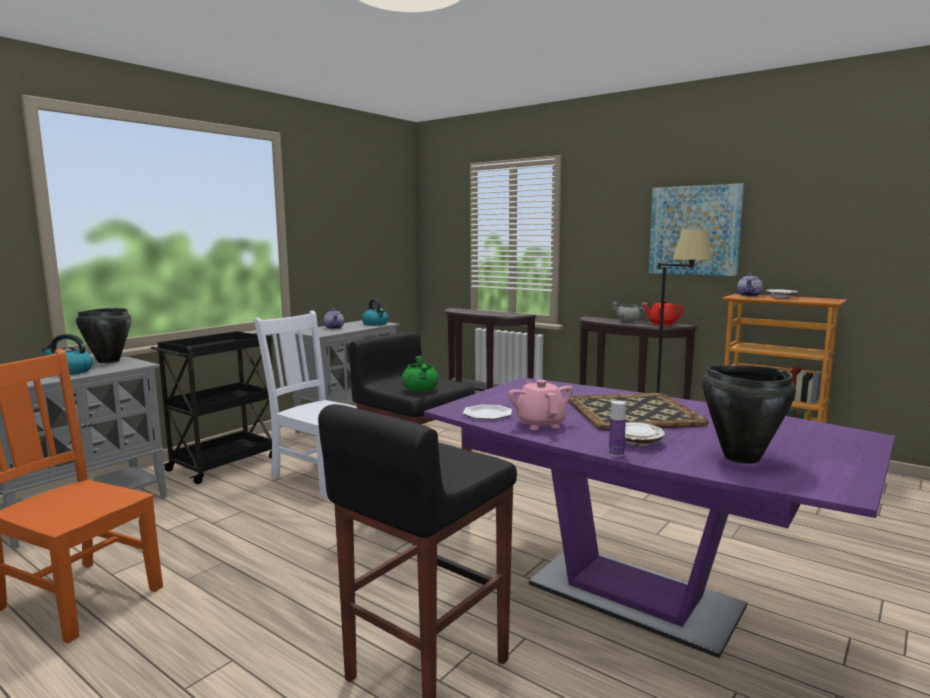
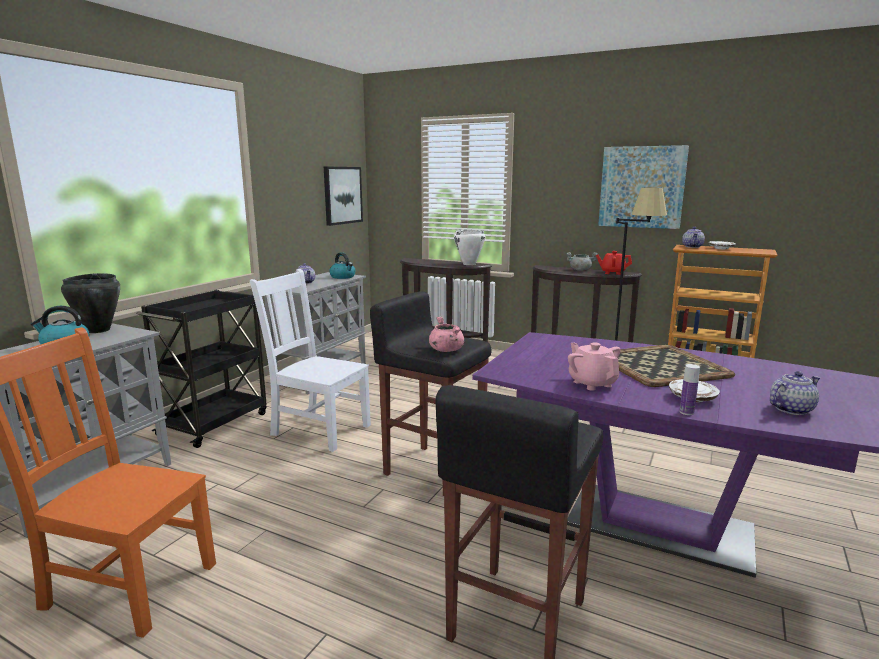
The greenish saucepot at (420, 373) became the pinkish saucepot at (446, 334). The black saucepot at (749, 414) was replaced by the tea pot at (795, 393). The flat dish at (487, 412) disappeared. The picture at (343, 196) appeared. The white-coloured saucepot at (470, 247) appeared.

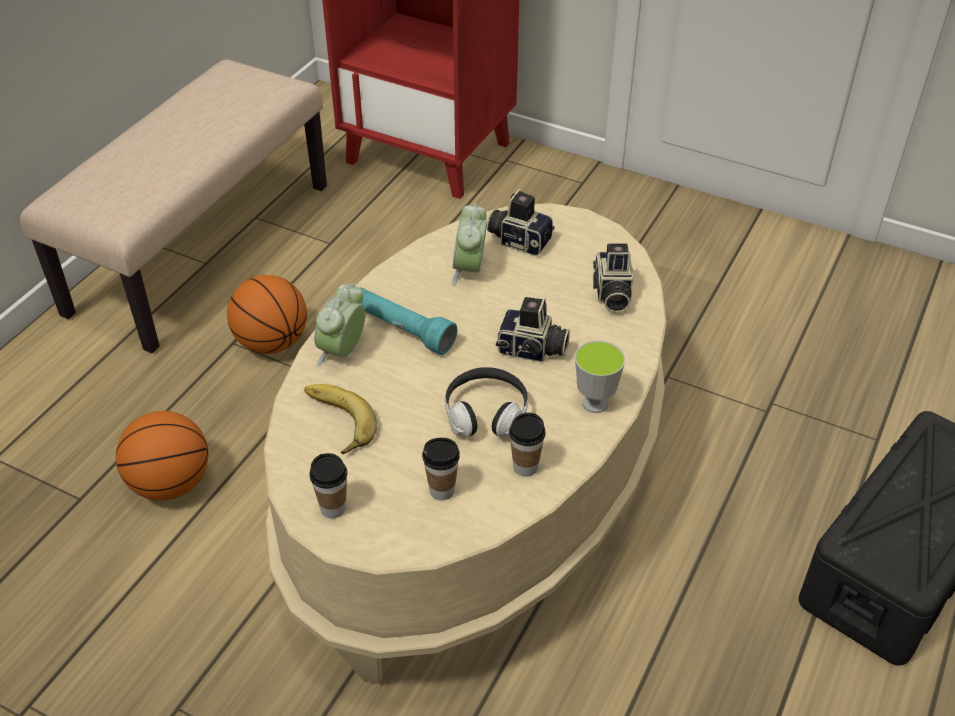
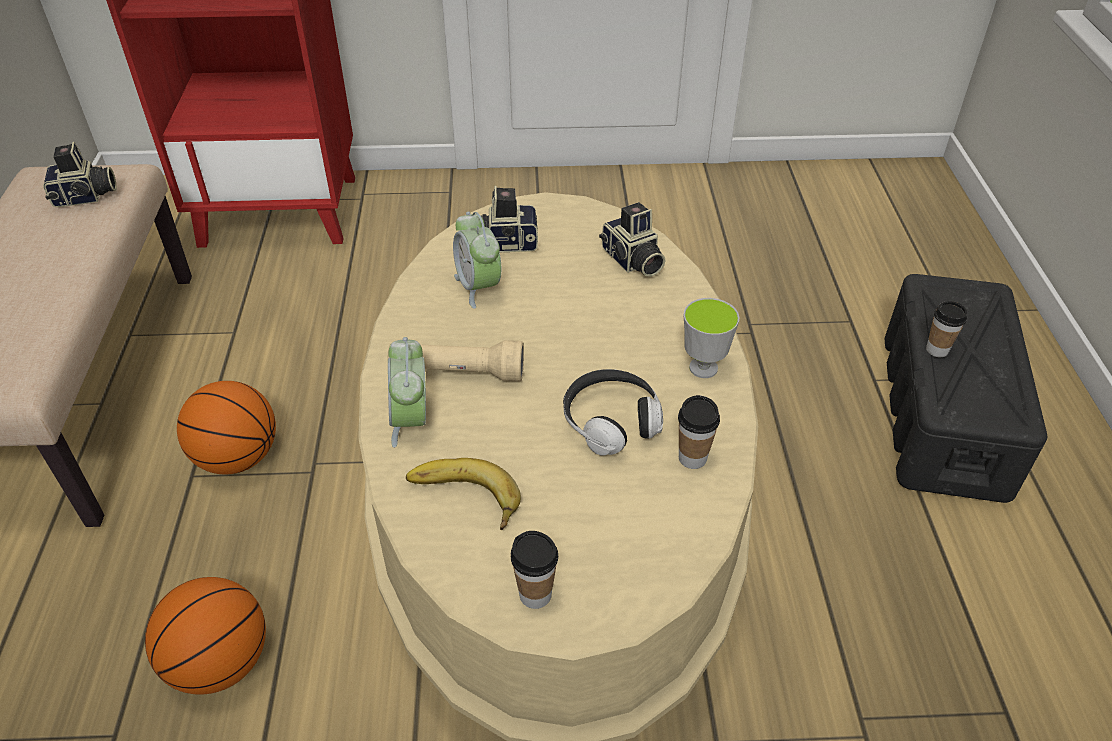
The turquoise torch at (409, 321) became the beige-coloured torch at (456, 360). The photo camera moved from (533, 329) to (80, 174). The small cup moved from (441, 469) to (946, 329).

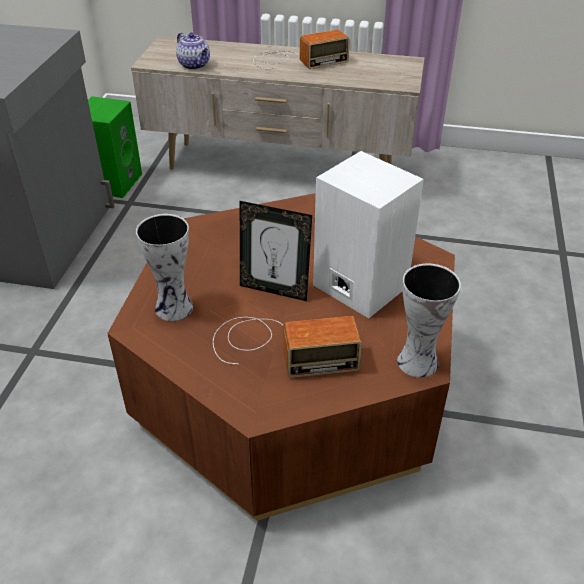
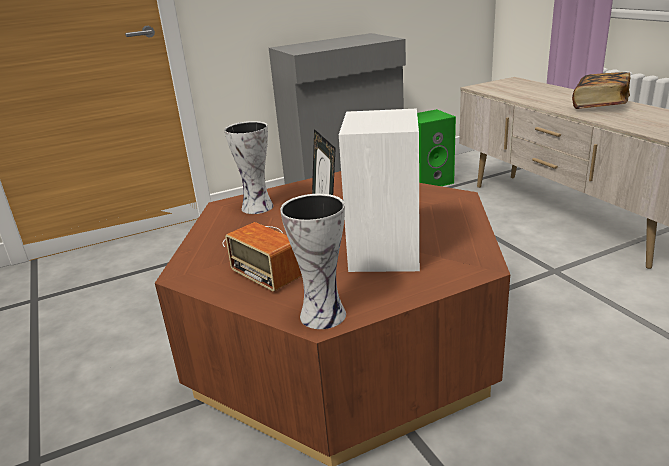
The radio receiver at (301, 49) was replaced by the book at (601, 90). The tea pot at (193, 51) disappeared.

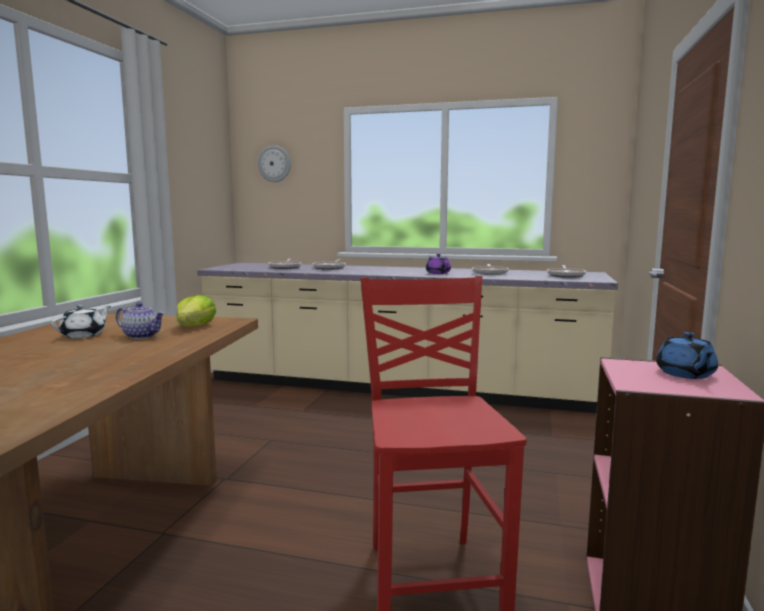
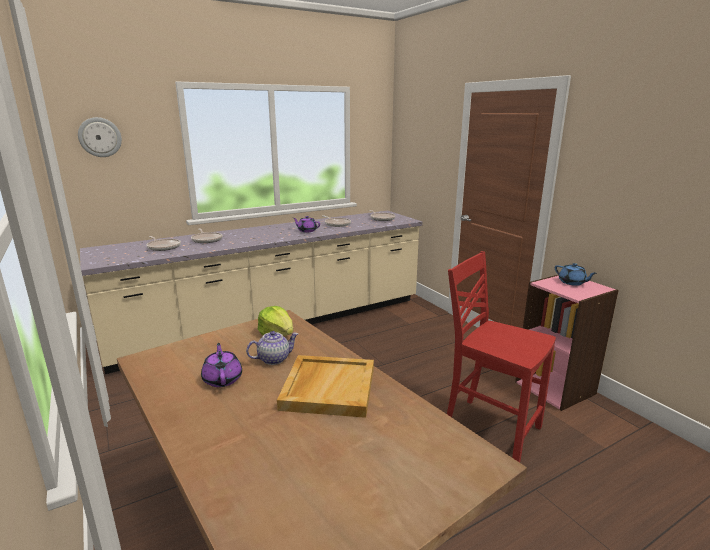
The white-coloured tea pot at (81, 321) became the purplish tea pot at (221, 365). The beige-coloured tray at (325, 386) appeared.

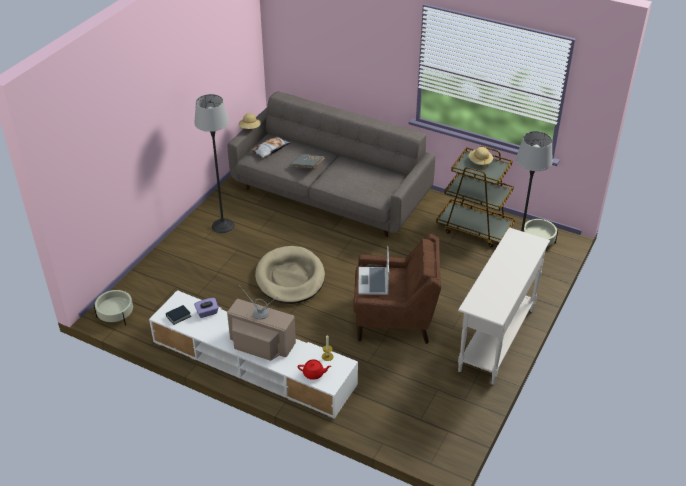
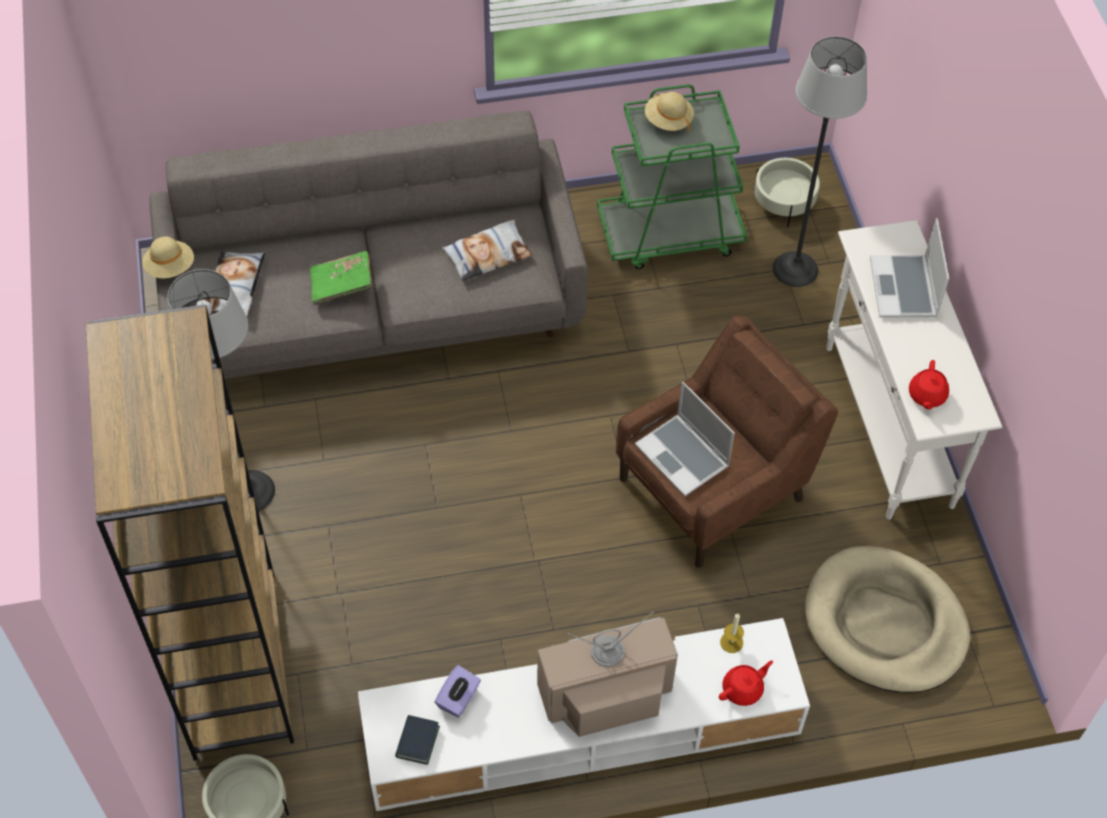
The brown-coloured wheeled cart at (475, 197) became the greenish wheeled cart at (672, 176). The gray book at (307, 161) became the greenish book at (341, 278). The beige-coloured dog bed moved from (290, 275) to (887, 619). The laptop at (909, 268) appeared. The throw pillow at (487, 250) appeared. The brown-coloured bookcase at (190, 532) appeared. The red-coloured tea pot at (929, 385) appeared.

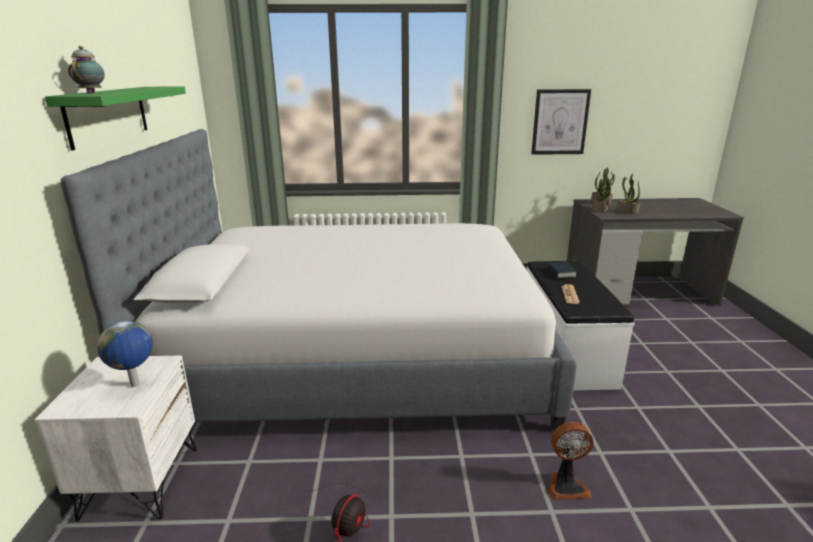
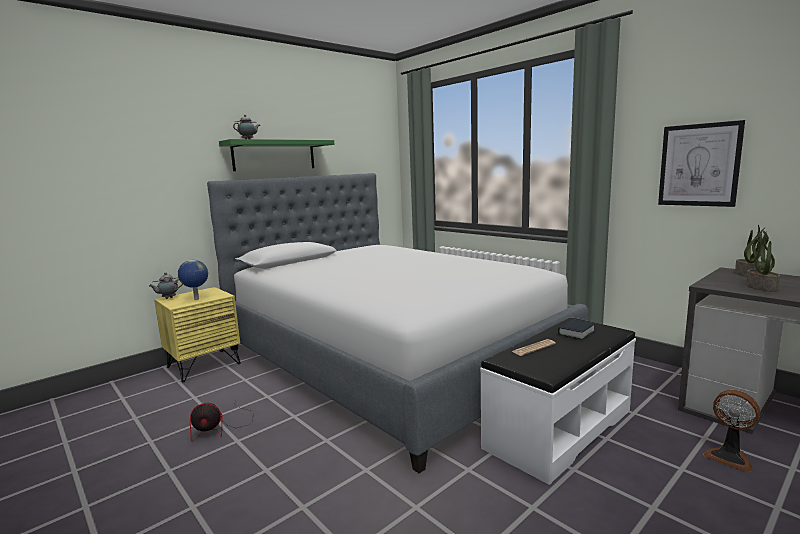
The plant in a pot at (604, 193) disappeared. The white-coloured nightstand at (116, 438) became the yellow-coloured nightstand at (197, 334). The fan moved from (570, 461) to (731, 431). The tea pot at (166, 286) appeared.

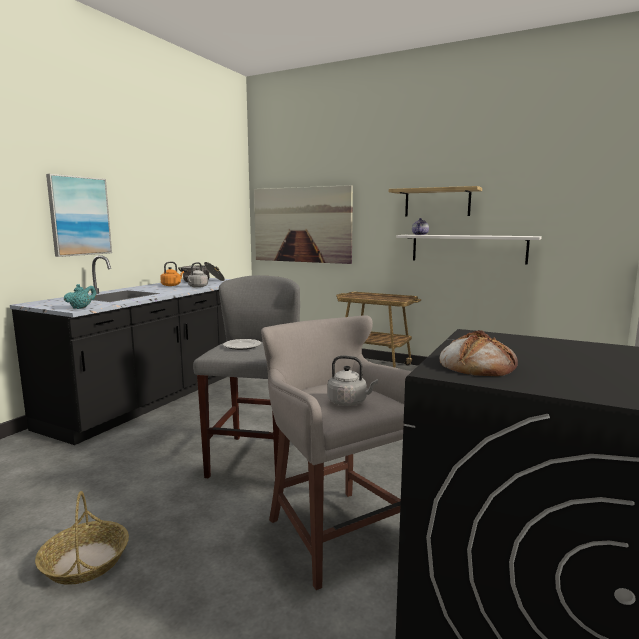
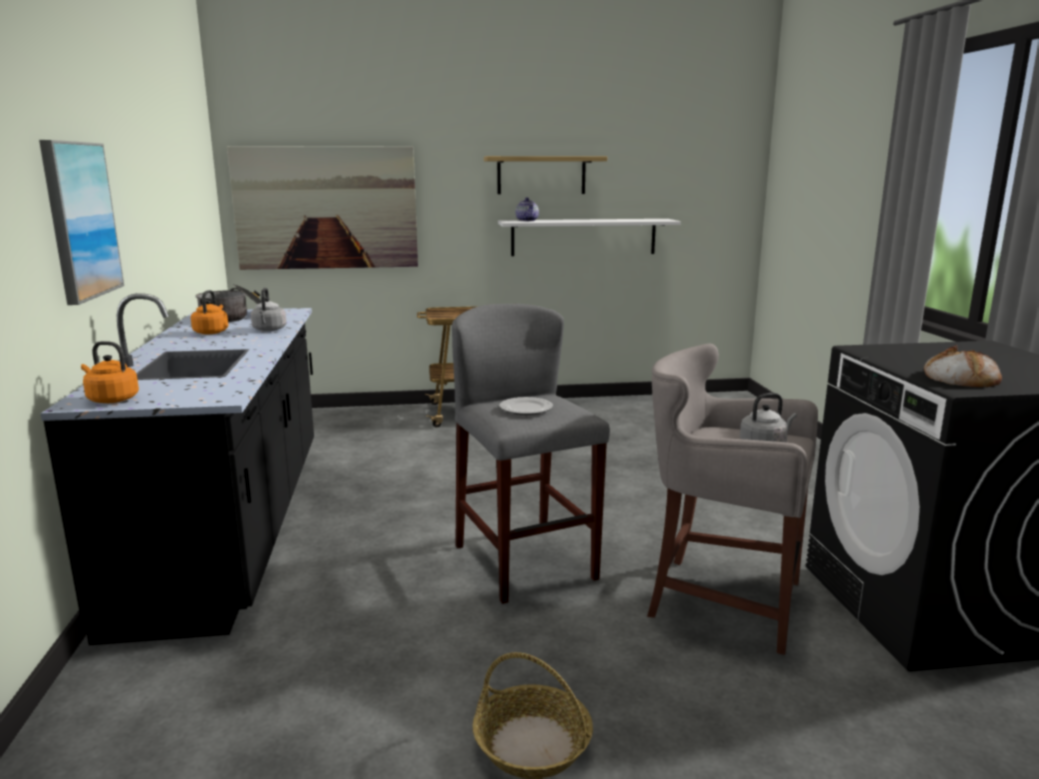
The turquoise tea pot at (80, 296) disappeared. The orange-coloured water kettle at (110, 372) appeared.

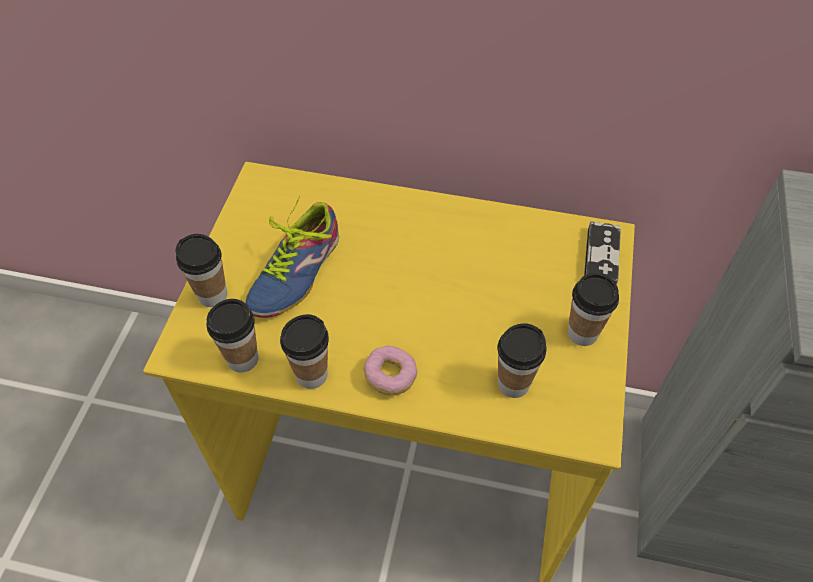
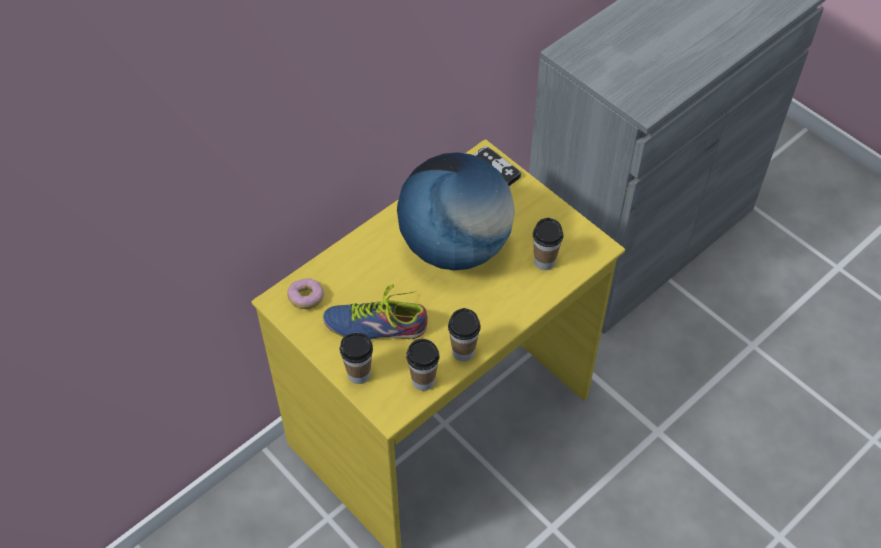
The low shoe at (292, 257) turned 120 degrees clockwise. The small cup at (593, 309) disappeared. The donut moved from (390, 370) to (305, 293). The globe at (456, 211) appeared.

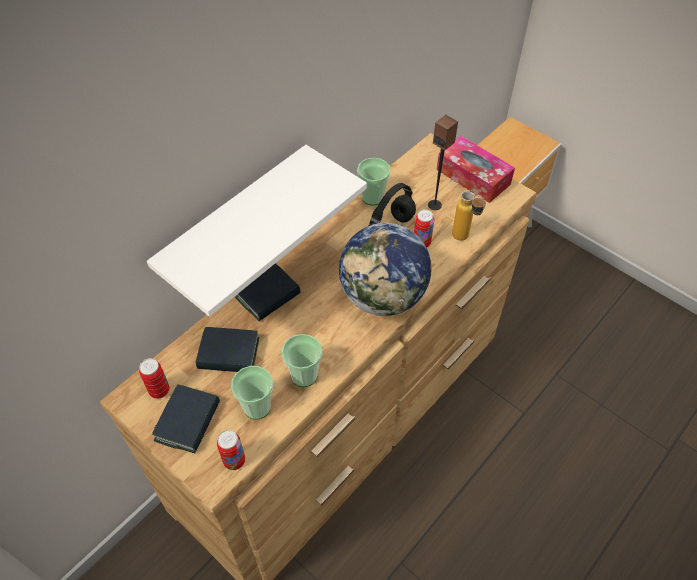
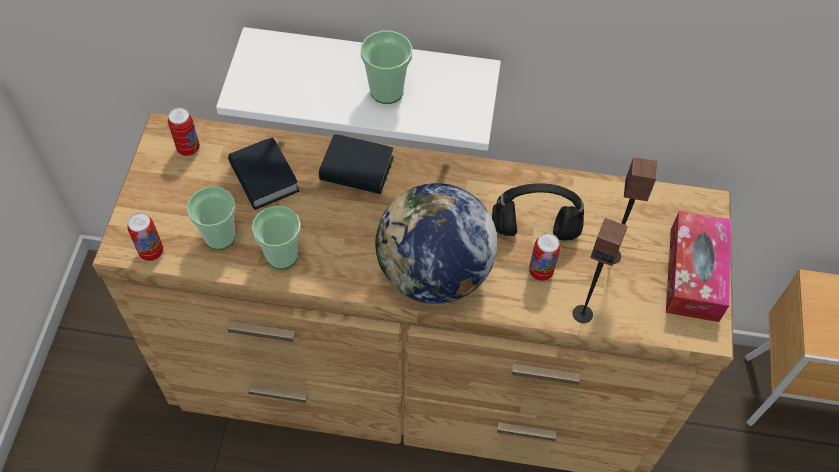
The small cup moved from (374, 182) to (386, 67). The beverage bottle at (469, 216) was replaced by the speaker at (600, 270). The book at (186, 418) disappeared.

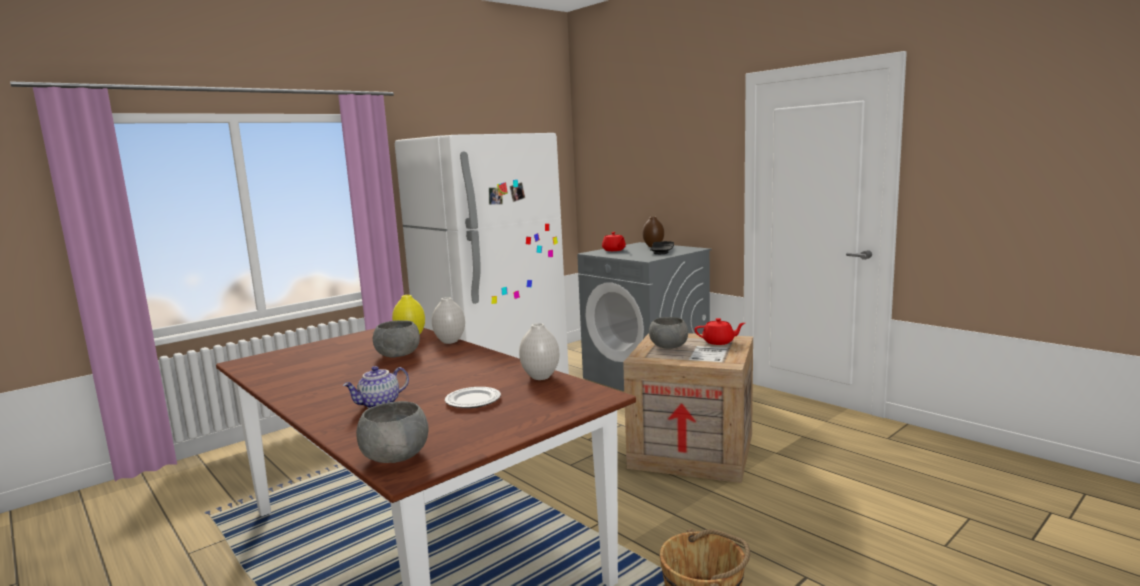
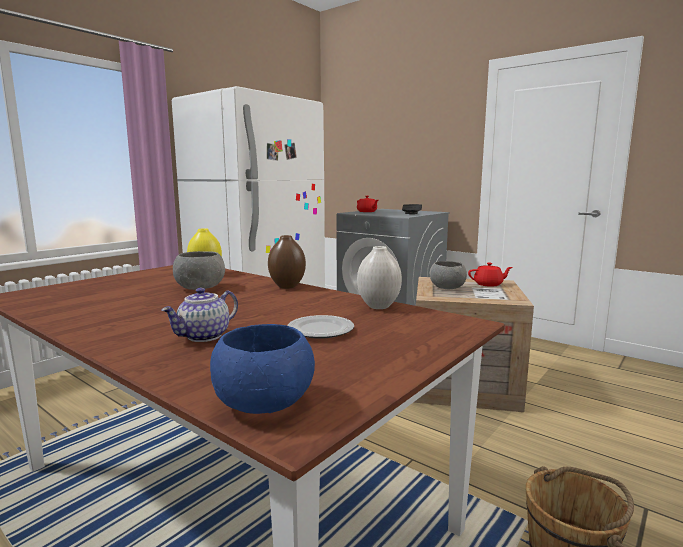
The brown-coloured vase moved from (653, 232) to (287, 262). The white-coloured vase at (448, 320) disappeared. The gray deep dish at (392, 432) became the blue deep dish at (262, 369).

